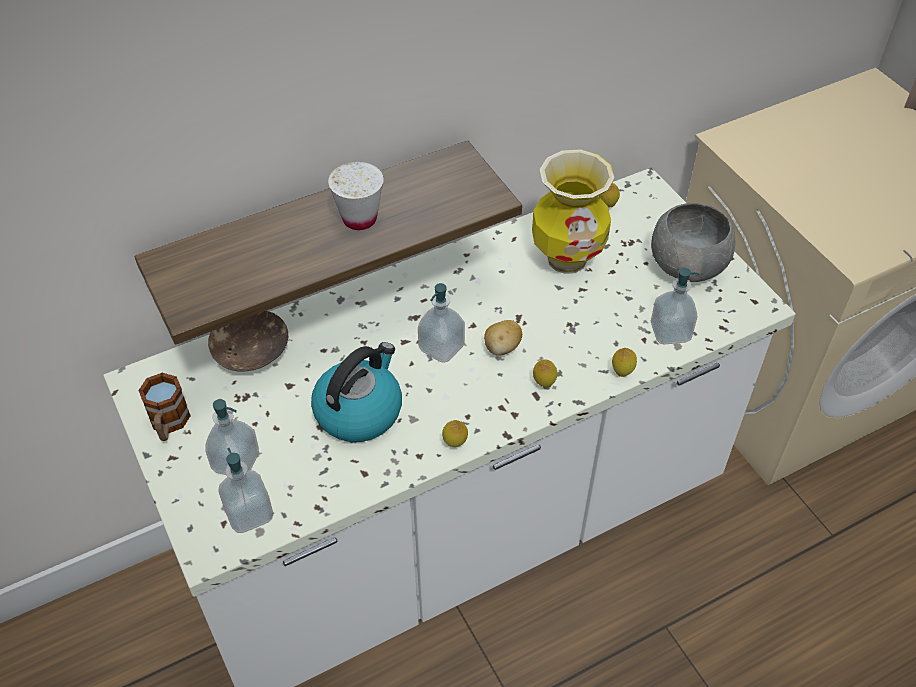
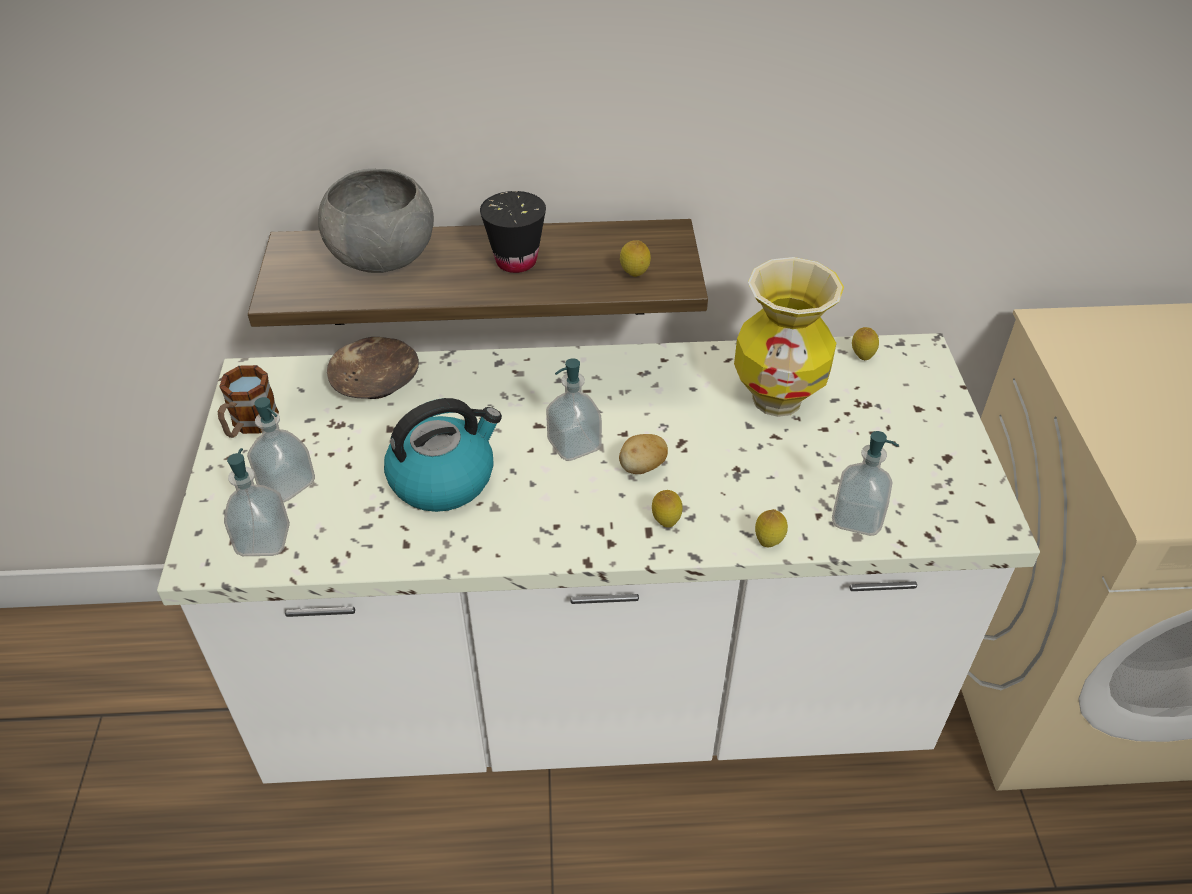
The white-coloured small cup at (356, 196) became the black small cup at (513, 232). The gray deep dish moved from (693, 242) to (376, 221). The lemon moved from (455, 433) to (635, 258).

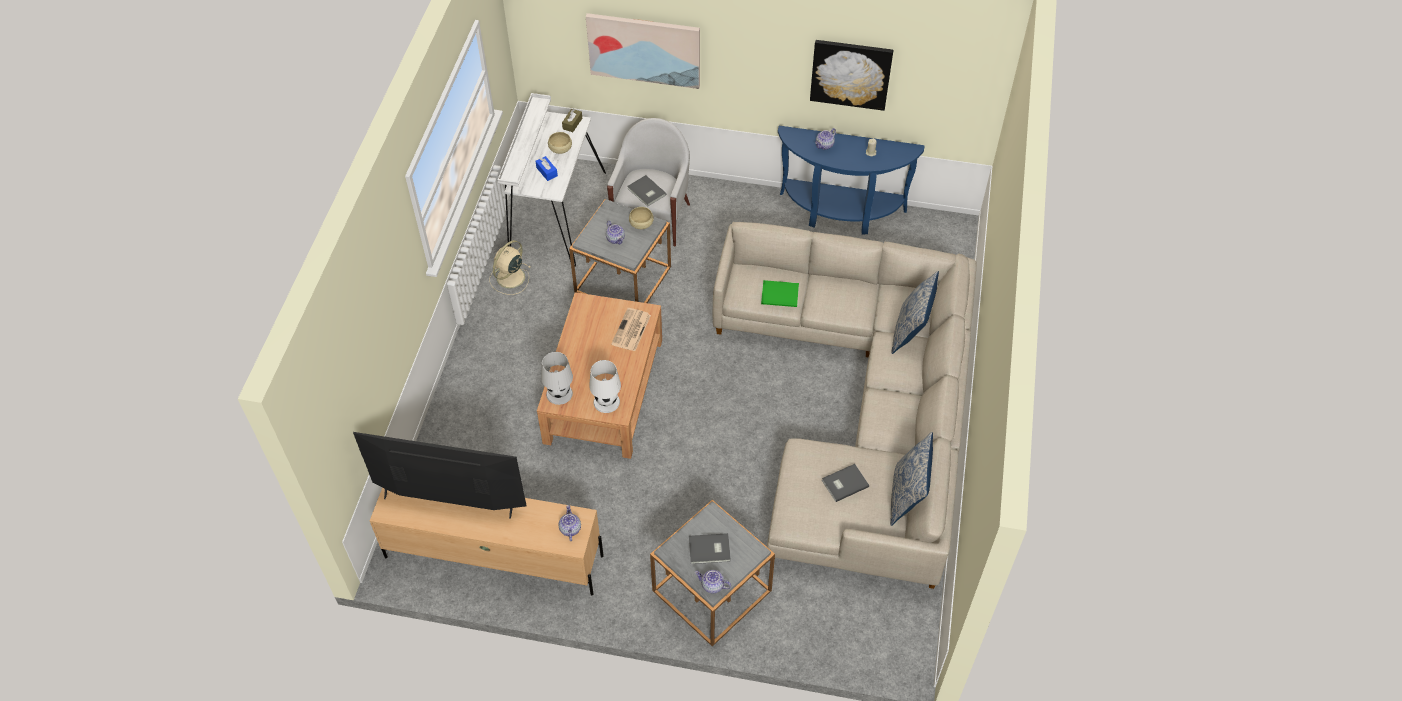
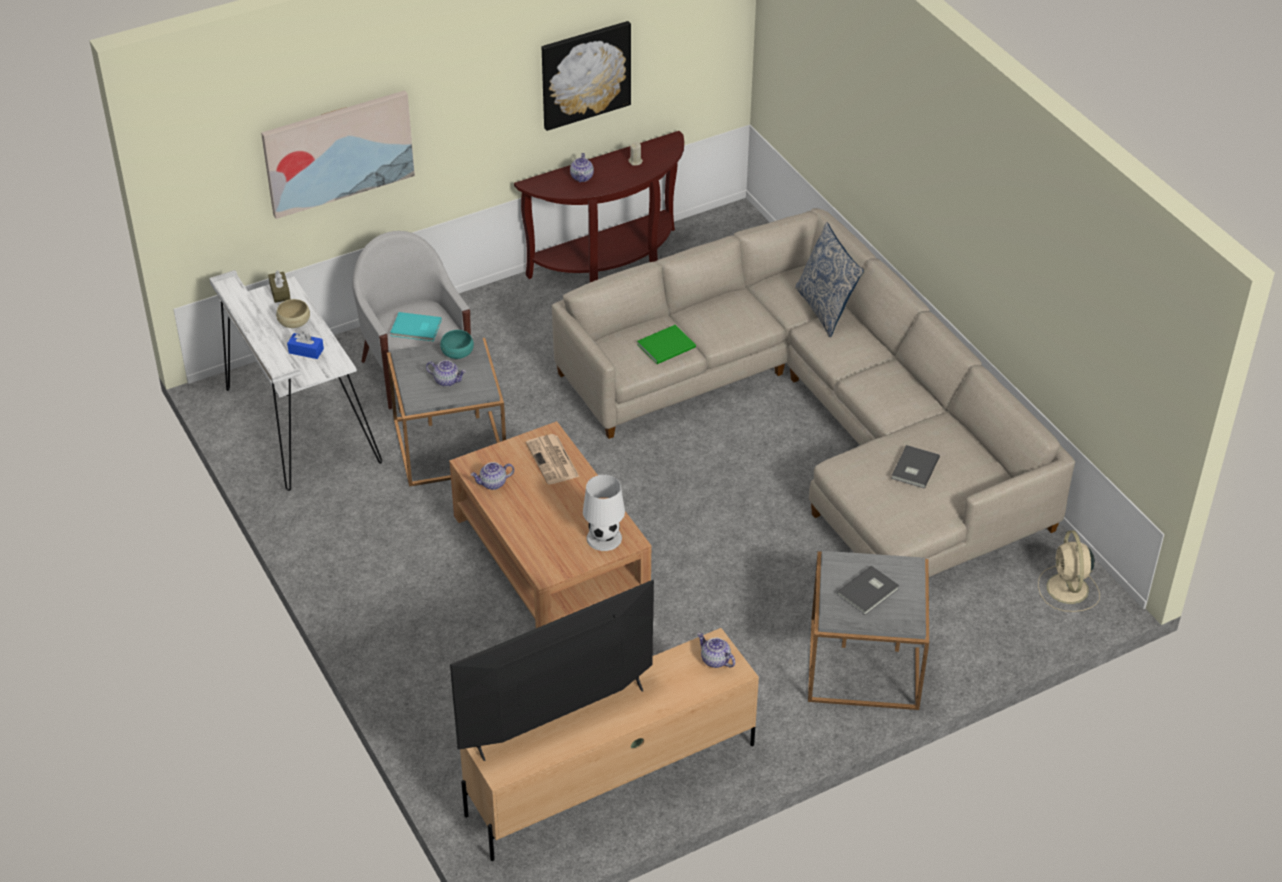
The blue hall table at (851, 180) became the brown-coloured hall table at (599, 206). The gray book at (646, 191) became the turquoise book at (416, 327). The beige-coloured deep dish at (641, 218) became the turquoise deep dish at (457, 344). The beige-coloured fan moved from (510, 267) to (1069, 571). The white-coloured tabletop lamp at (557, 378) disappeared. The throw pillow at (911, 479) disappeared. The tea pot moved from (713, 581) to (492, 476).

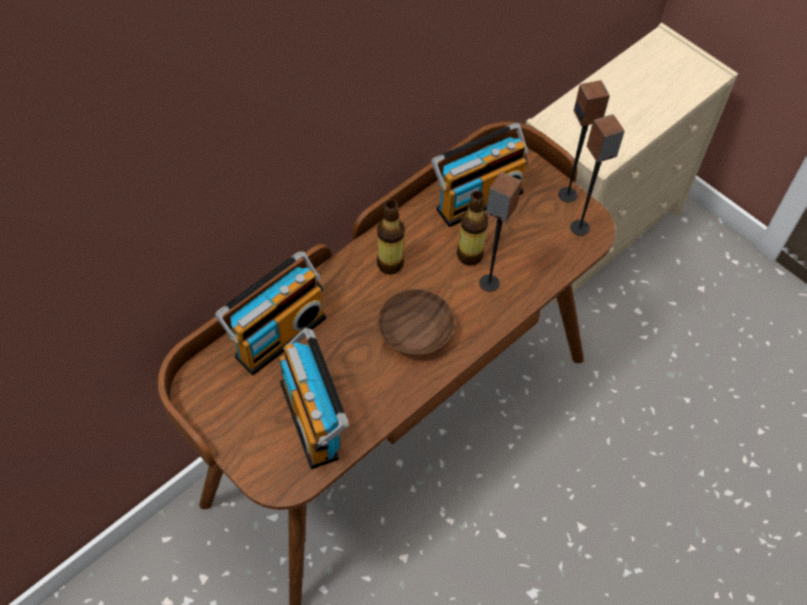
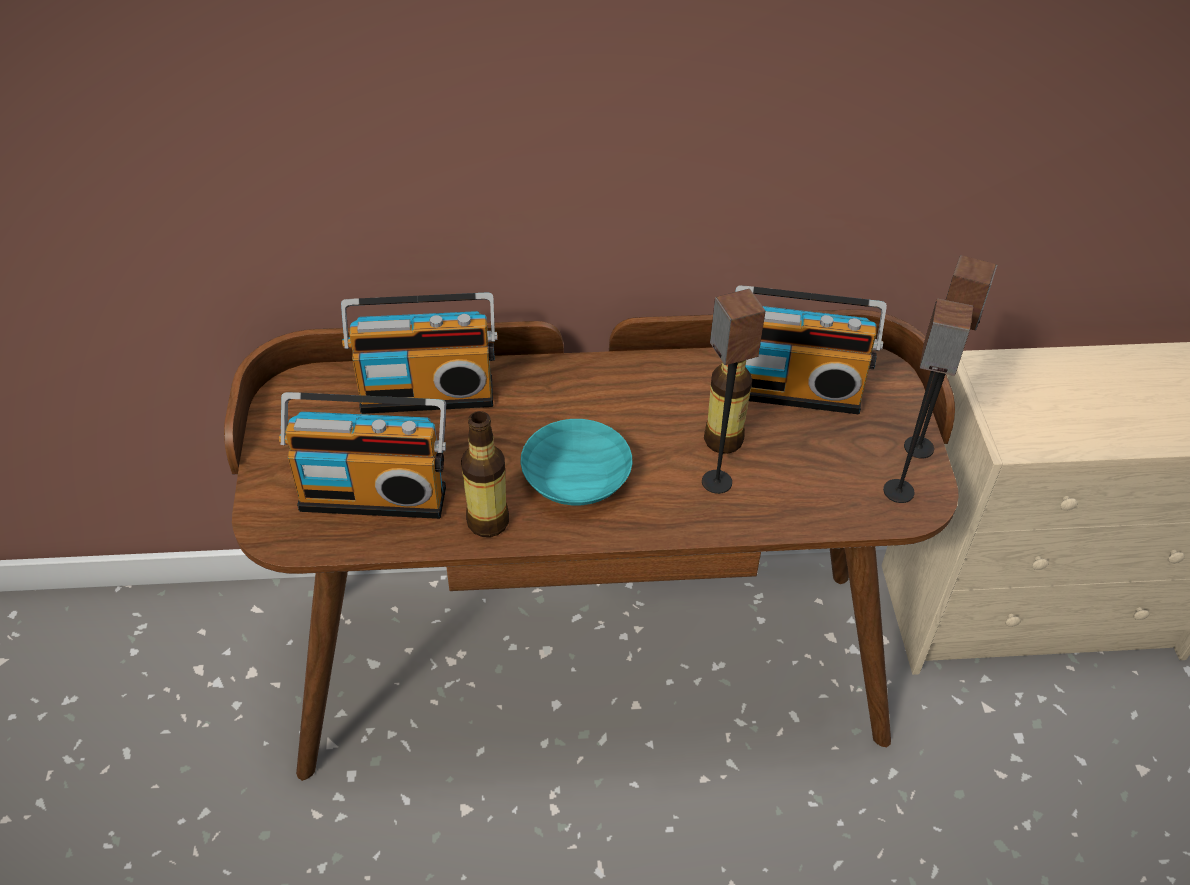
The beverage bottle moved from (391, 237) to (485, 474). The brown-coloured deep dish at (416, 322) became the turquoise deep dish at (576, 462). The radio receiver at (314, 398) turned 105 degrees counterclockwise.

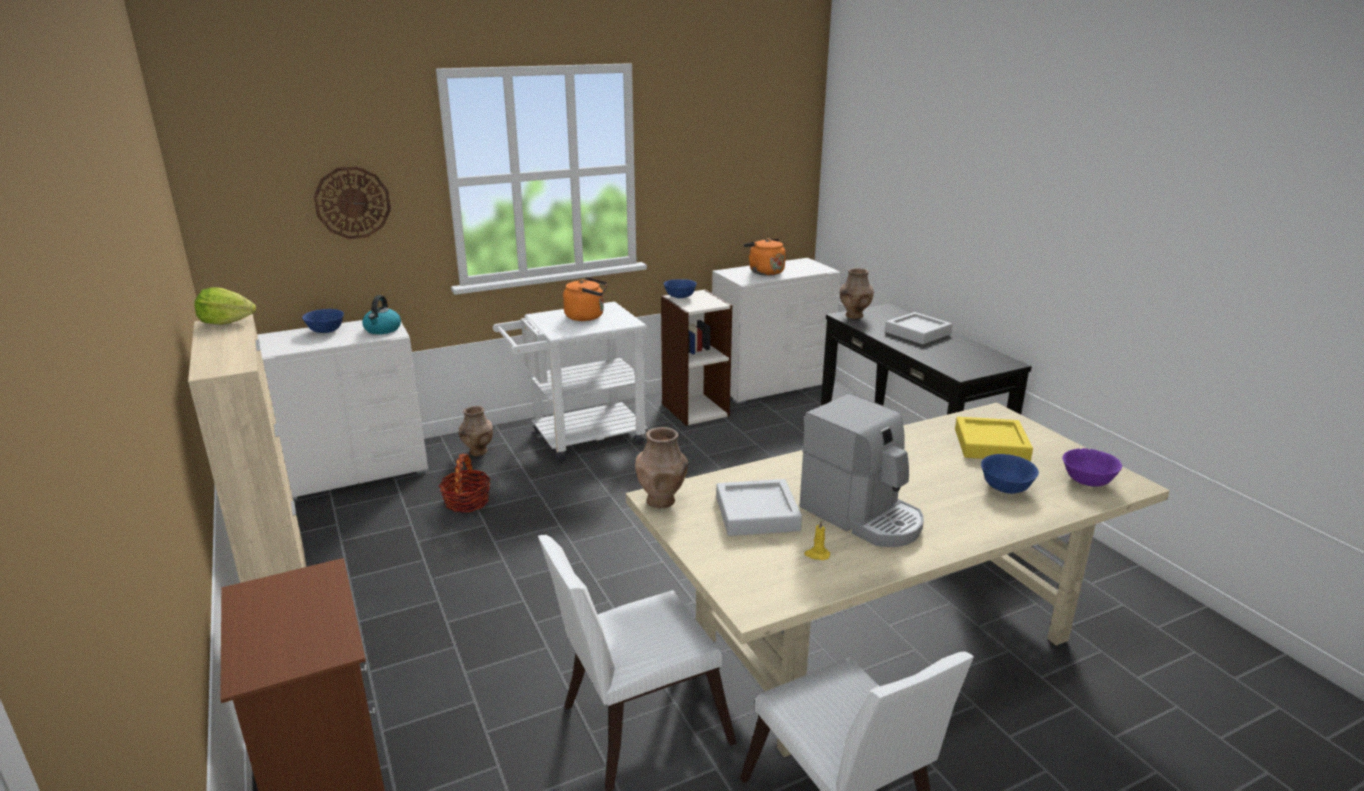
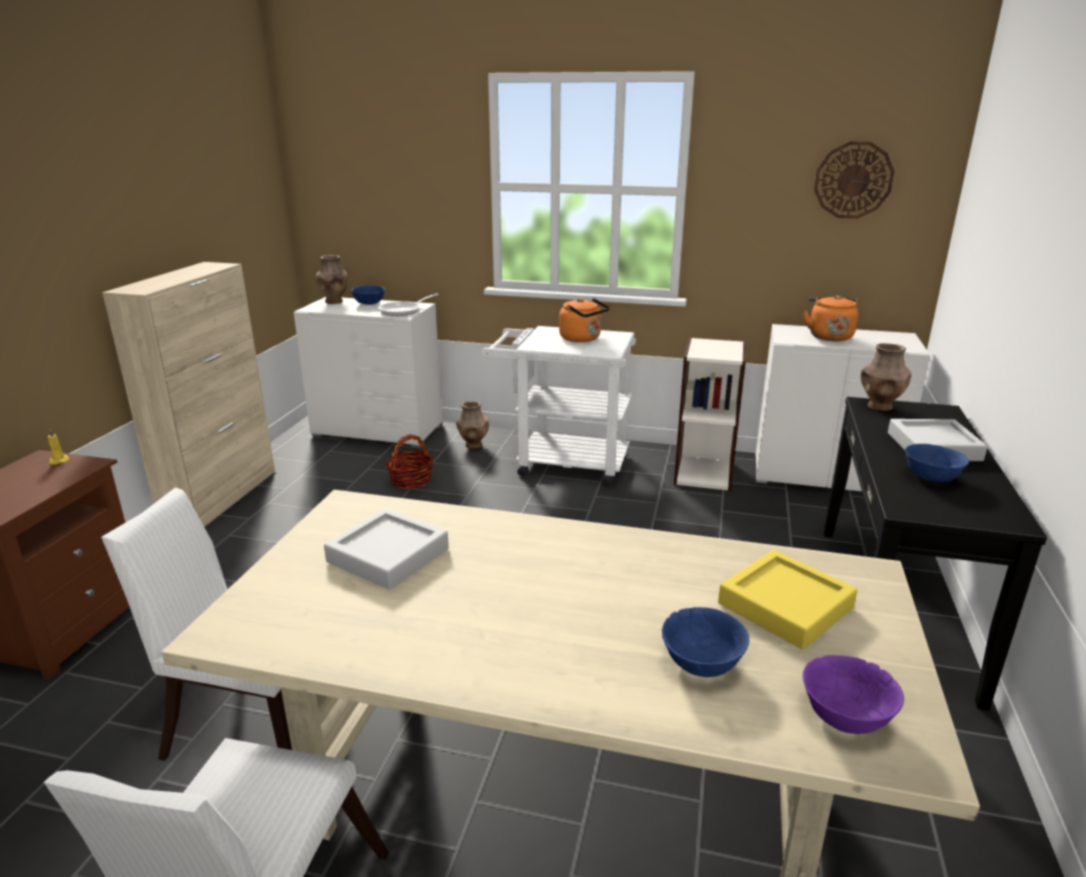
The hanging clock moved from (352, 202) to (854, 180). The blue deep dish moved from (680, 288) to (937, 463). The lettuce at (225, 306) disappeared. The water kettle at (381, 314) was replaced by the pan at (408, 305). The coffee maker at (862, 470) disappeared. The brown-coloured vase moved from (661, 467) to (331, 279). The yellow-coloured candle moved from (817, 540) to (59, 447).

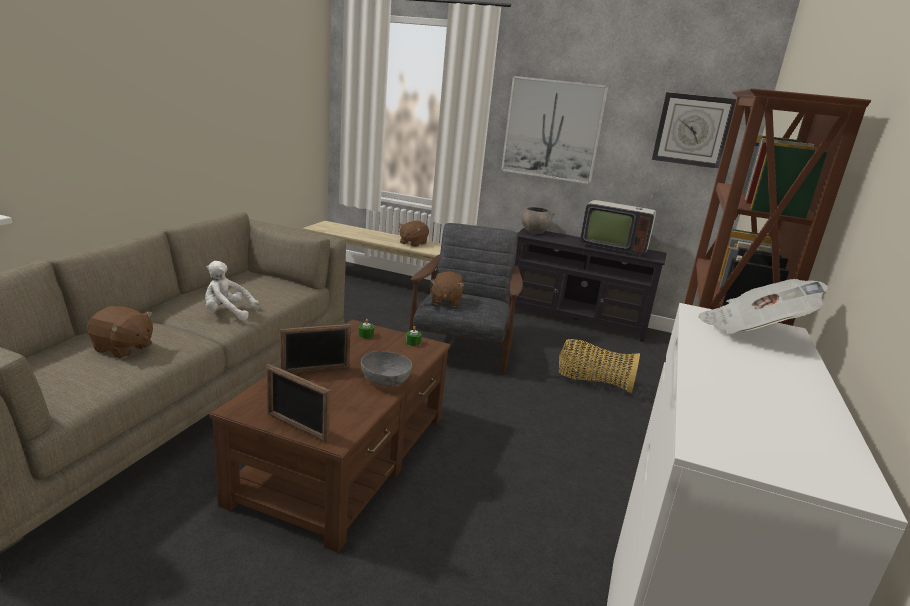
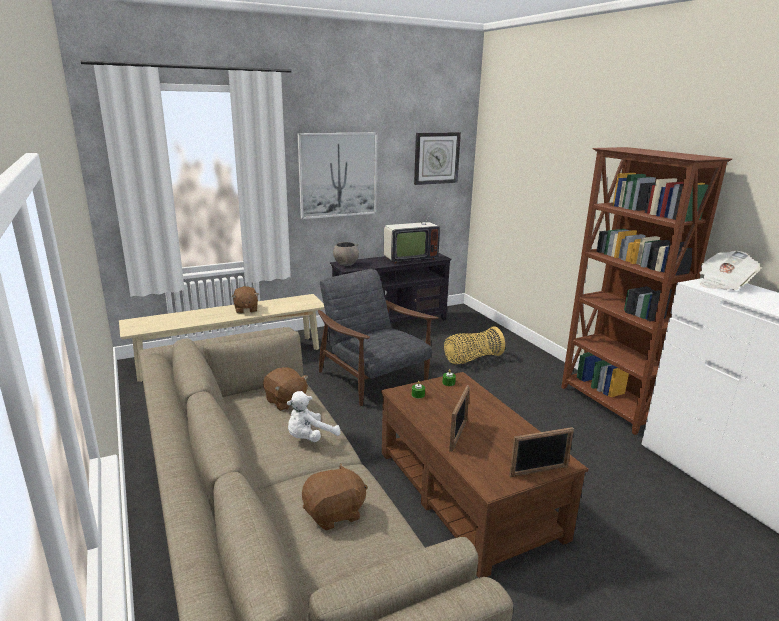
The brown-coloured cuddly toy moved from (447, 289) to (286, 389). The gray deep dish at (386, 368) disappeared.

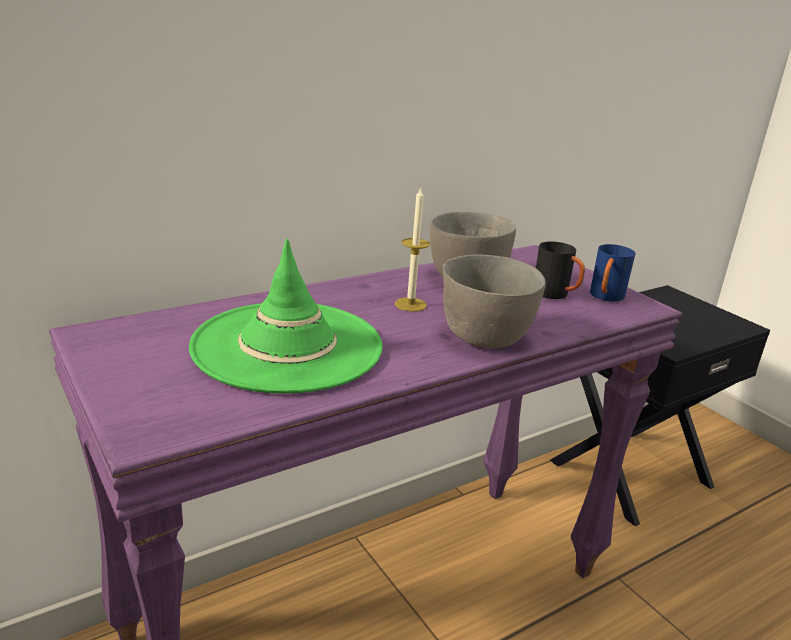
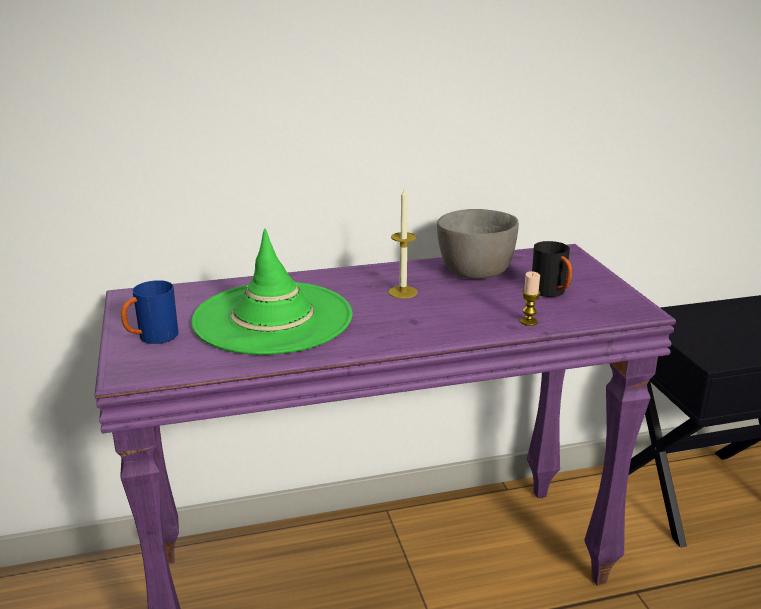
The blue tea mug moved from (613, 273) to (149, 312). The gray deep dish at (494, 301) disappeared. The candle at (530, 298) appeared.

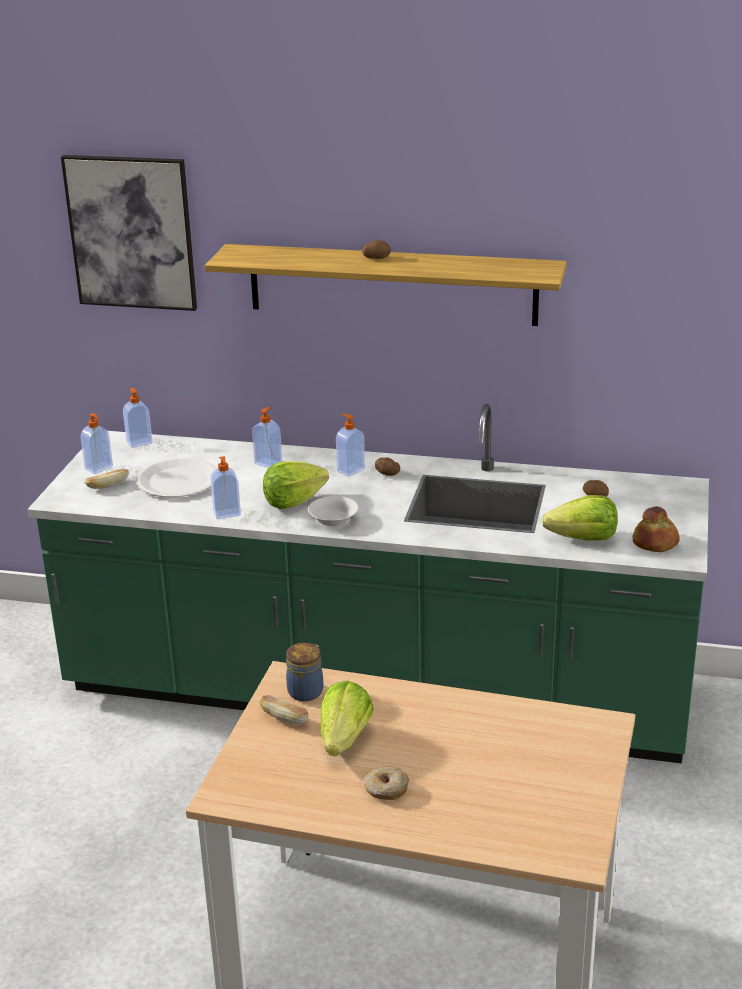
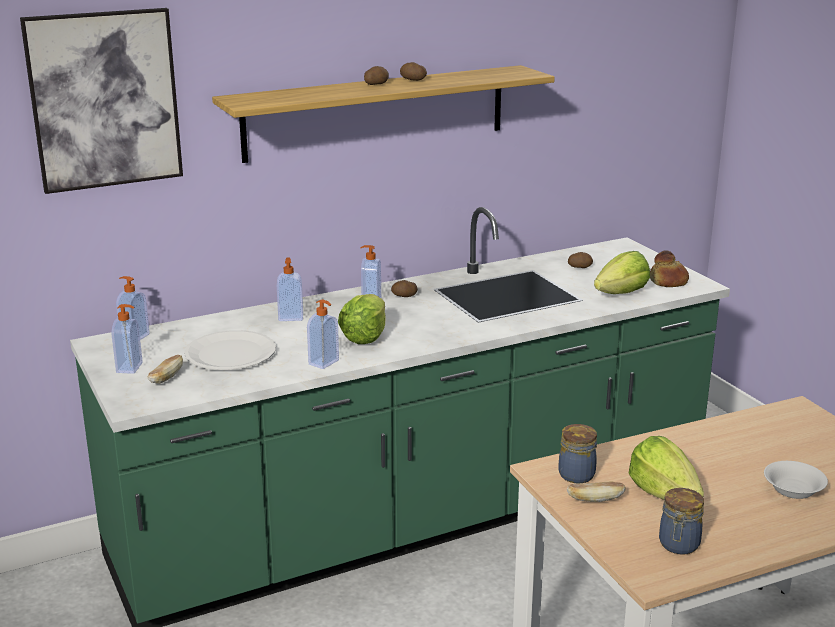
The white-coloured deep dish moved from (333, 511) to (796, 480). The donut at (386, 783) disappeared. The potato at (413, 71) appeared. The preserve jar at (681, 521) appeared.

